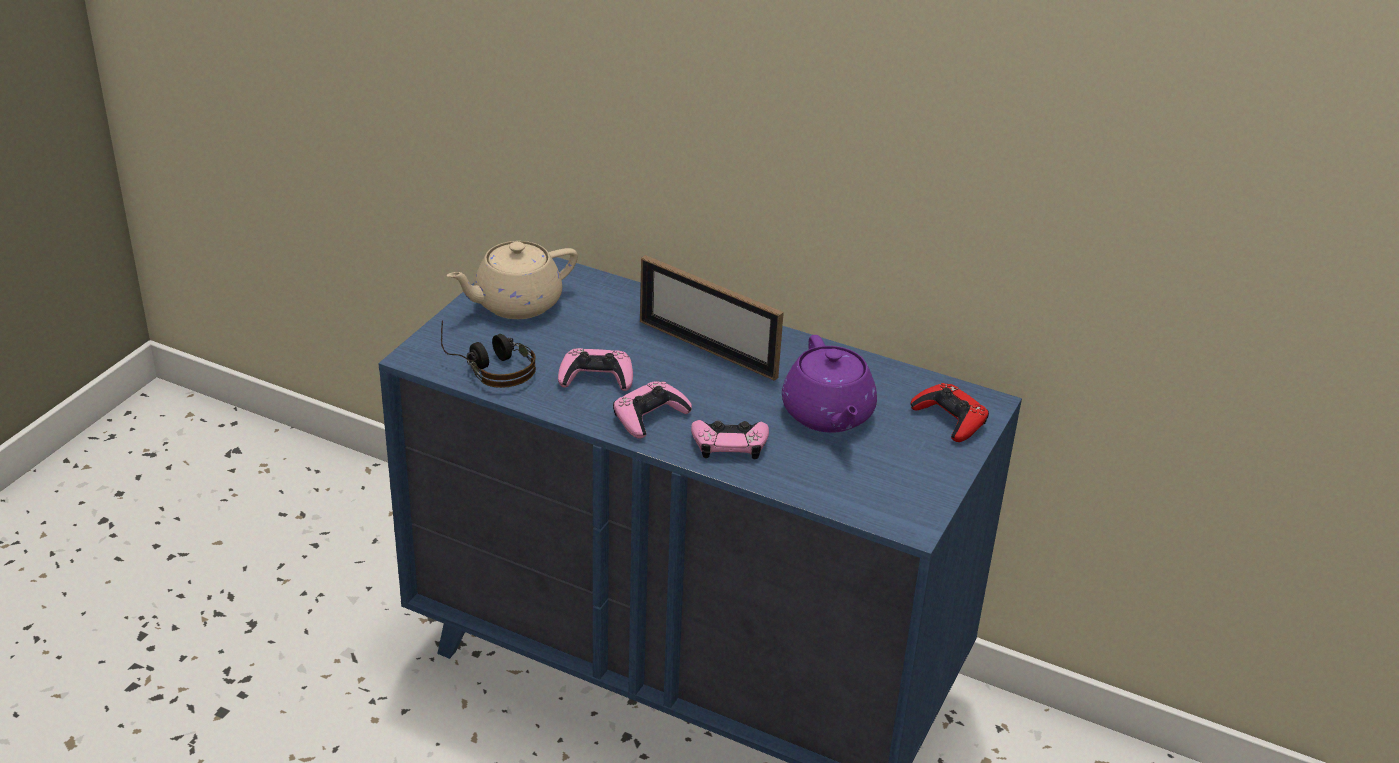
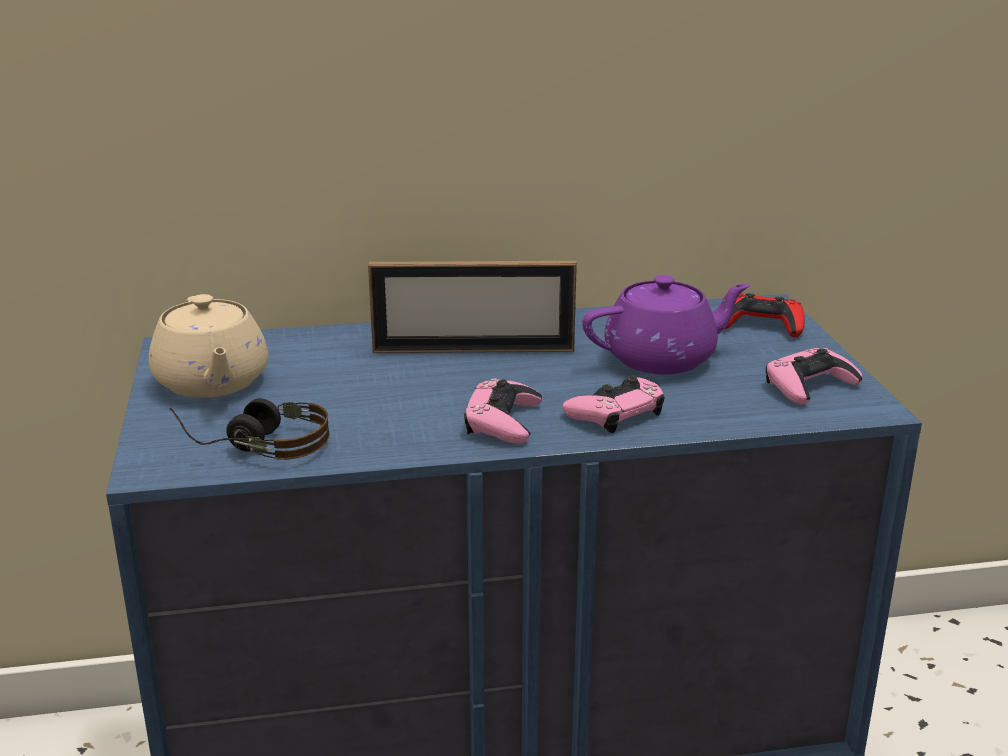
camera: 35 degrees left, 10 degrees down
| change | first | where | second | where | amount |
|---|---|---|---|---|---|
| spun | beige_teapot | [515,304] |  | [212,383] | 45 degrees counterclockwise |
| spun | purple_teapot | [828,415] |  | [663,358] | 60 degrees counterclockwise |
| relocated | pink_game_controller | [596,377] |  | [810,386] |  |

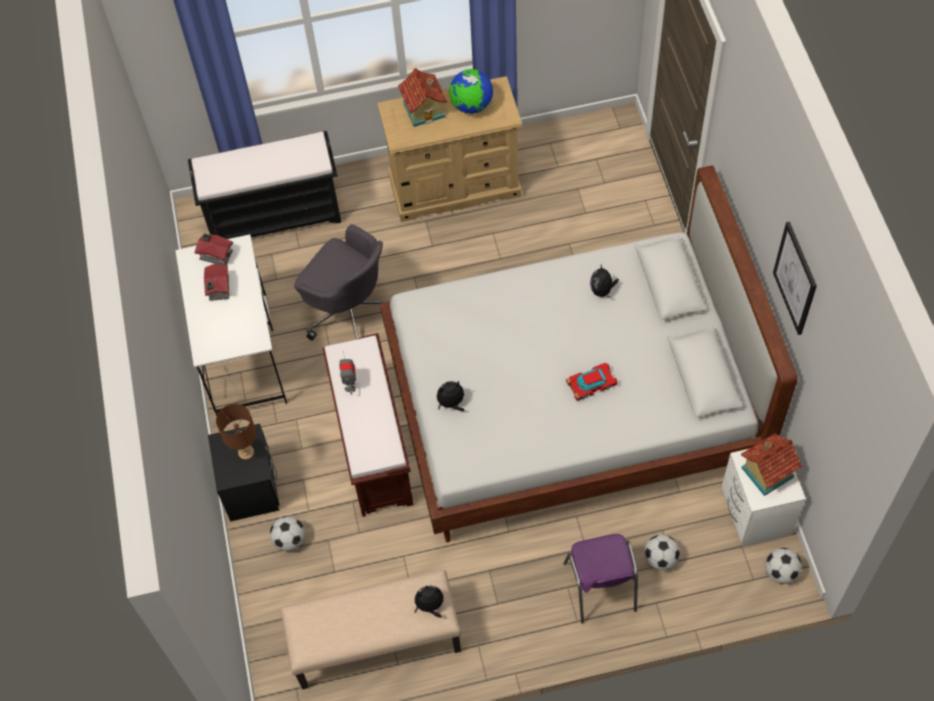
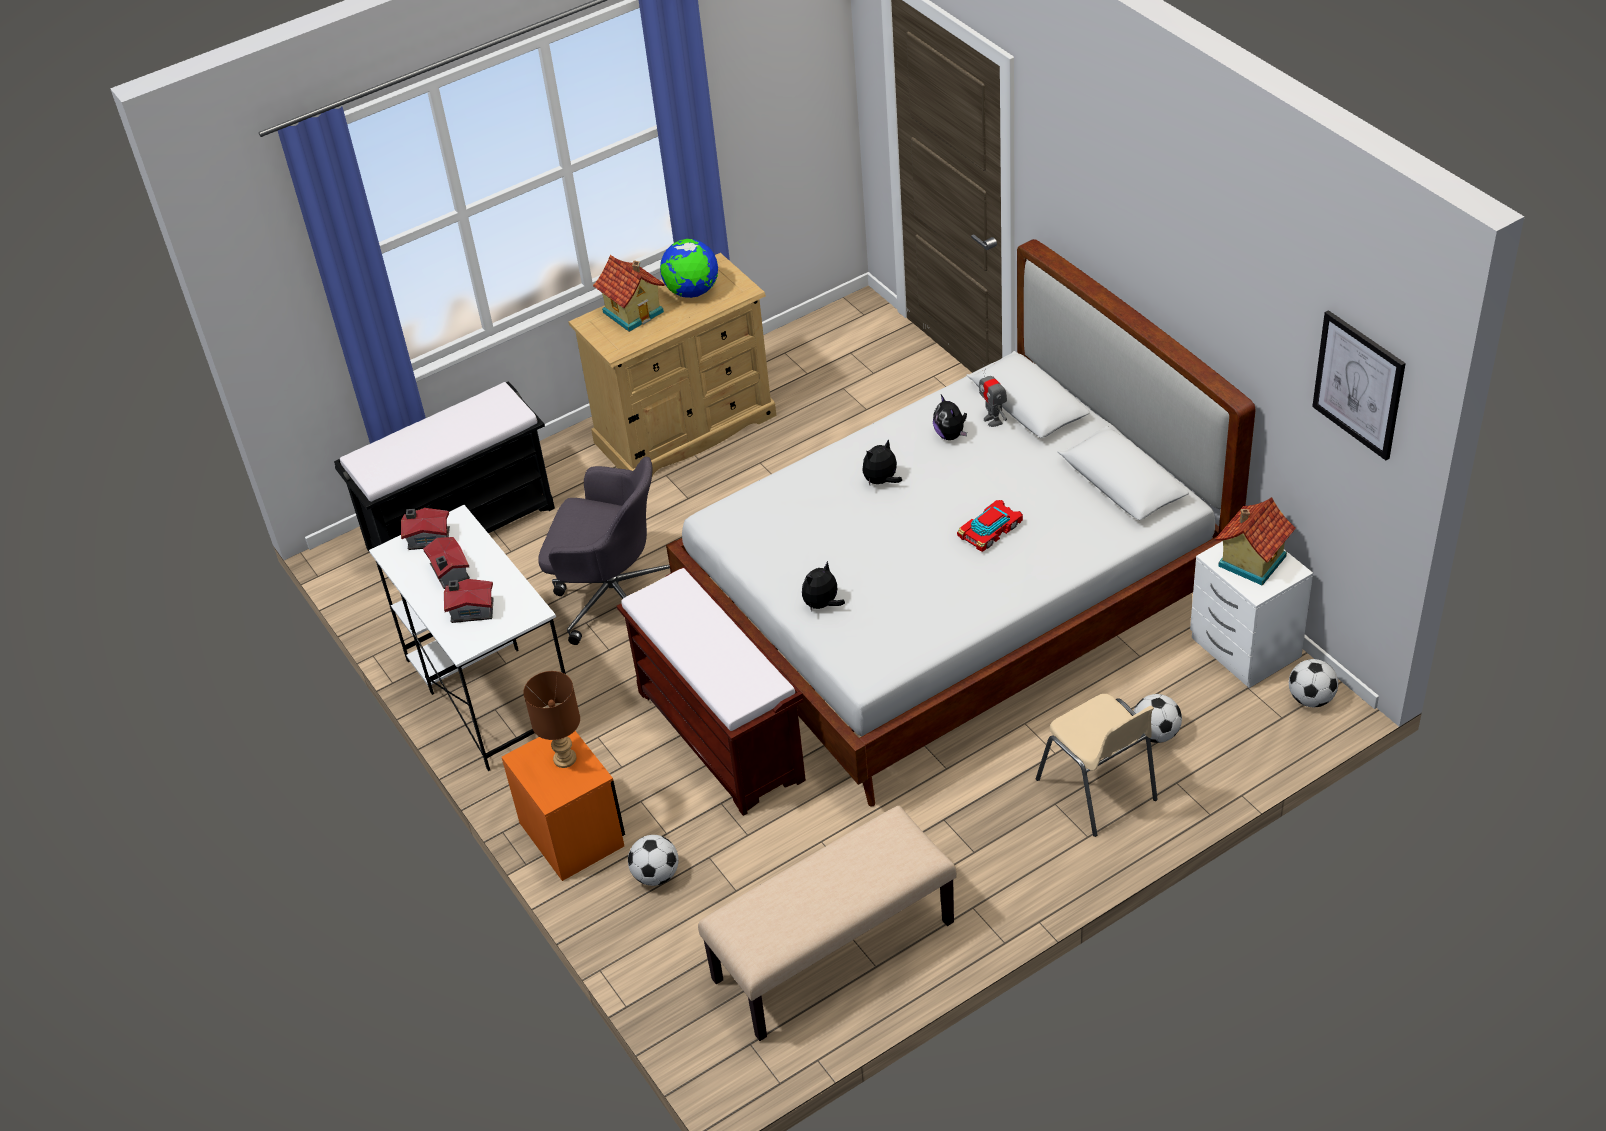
camera: 20 degrees left, 15 degrees down
| change | first | where | second | where | amount |
|---|---|---|---|---|---|
| appeared |  |  | toy_house | [471,610] |  |
| colour | black_nightstand | [250,488] | orange_nightstand | [572,834] |  |
| relocated | plush_toy | [430,606] |  | [881,481] |  |
| relocated | toy_robot | [350,385] |  | [993,420] |  |
| colour | purple_chair | [600,589] | beige_chair | [1098,791] |  |
| relocated | picture | [795,278] |  | [1359,384] |  |

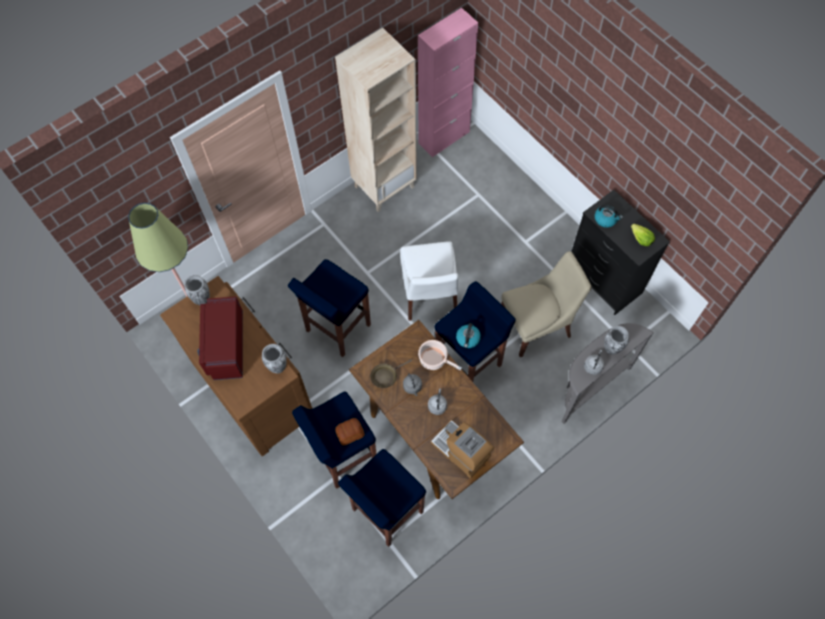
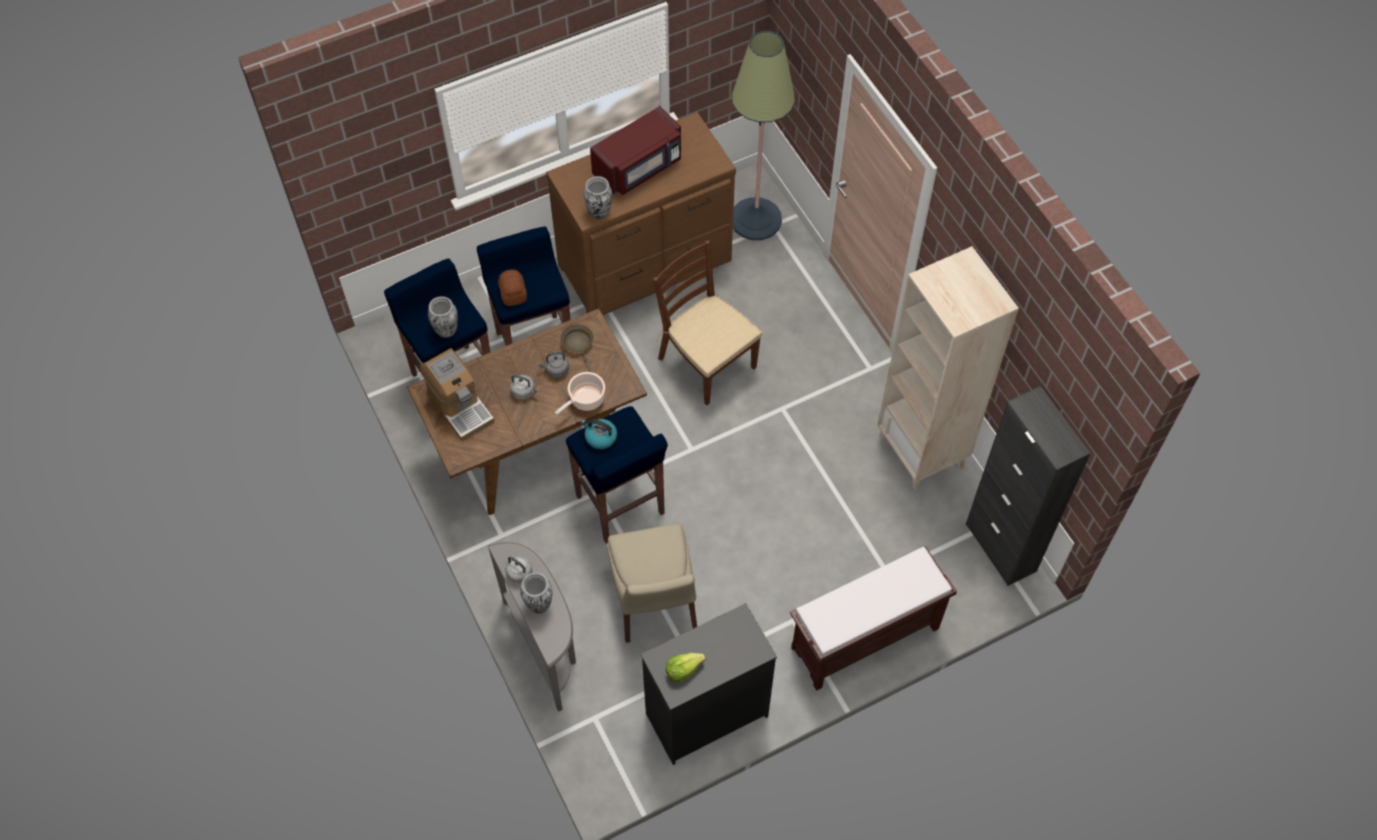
camera: 100 degrees right, 5 degrees down
| change | first | where | second | where | amount |
|---|---|---|---|---|---|
| spun | coffee_machine | [461,450] |  | [460,406] | 90 degrees clockwise |
| relocated | vase | [202,299] |  | [446,331] |  |
| spun | red_microwave | [225,346] |  | [639,167] | 135 degrees clockwise |
| exchanged | blue_stool | [337,328] | brown_chair | [706,362] |  |
| appeared |  |  | brown_bench | [864,639] |  |
| colour | pink_cabinet | [444,137] | black_cabinet | [1000,547] |  |
| missing | white_chair | [429,296] |  |  |  |
| missing | kettle | [606,219] |  |  |  |

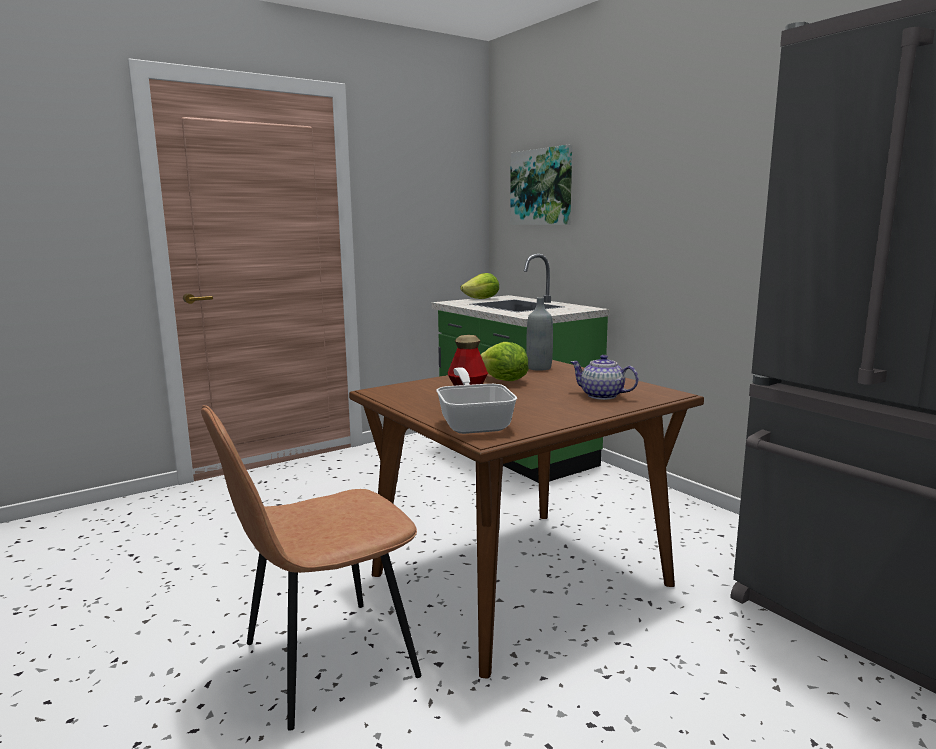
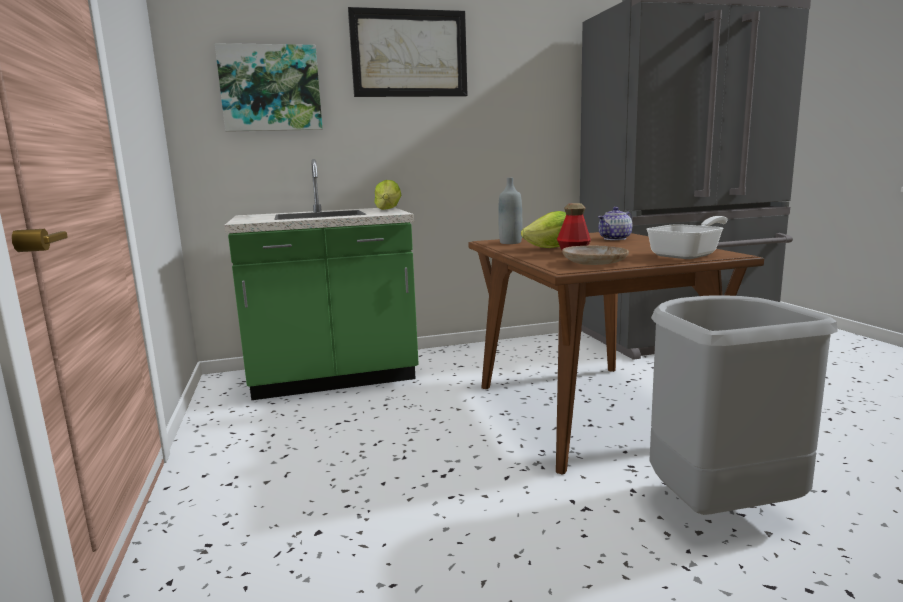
camera: 70 degrees left, 0 degrees up
| change | first | where | second | where | amount |
|---|---|---|---|---|---|
| appeared |  |  | picture | [409,54] |  |
| relocated | lettuce | [482,299] |  | [388,209] |  |
| appeared |  |  | beige_plate | [594,262] |  |
| spun | frying_pan | [474,423] |  | [689,255] | 135 degrees clockwise |
| exchanged | brown_chair | [325,661] | grey_trash_can | [718,509] |  |

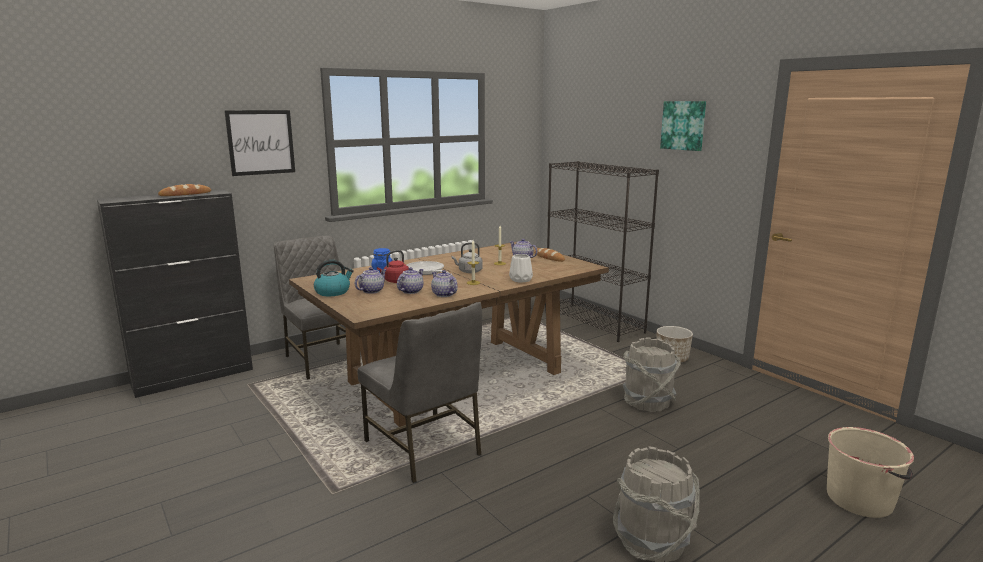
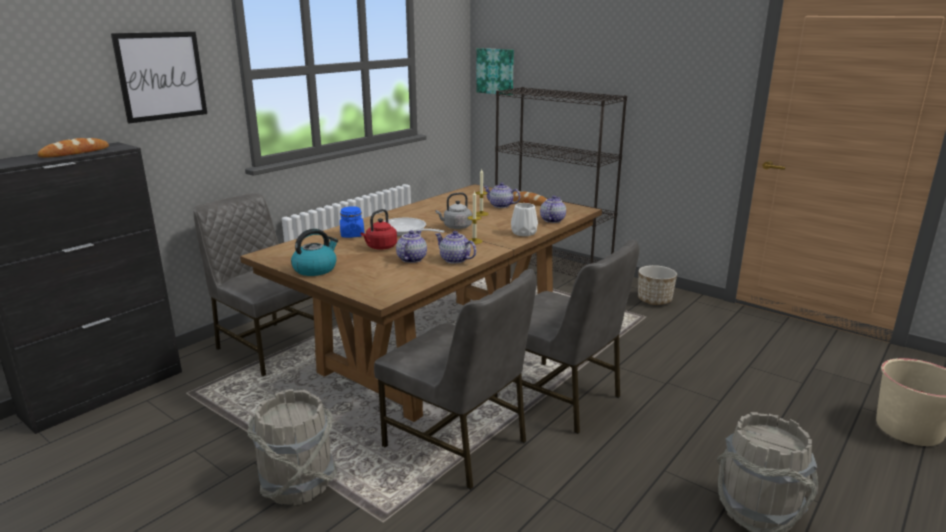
camera: 15 degrees left, 5 degrees up
| change | first | where | second | where | amount |
|---|---|---|---|---|---|
| relocated | grey_bucket | [648,402] |  | [297,484] |  |
| relocated | picture | [684,125] |  | [496,71] |  |
| appeared |  |  | grey_chair | [559,398] |  |
| relocated | teapot | [371,291] |  | [552,220] |  |

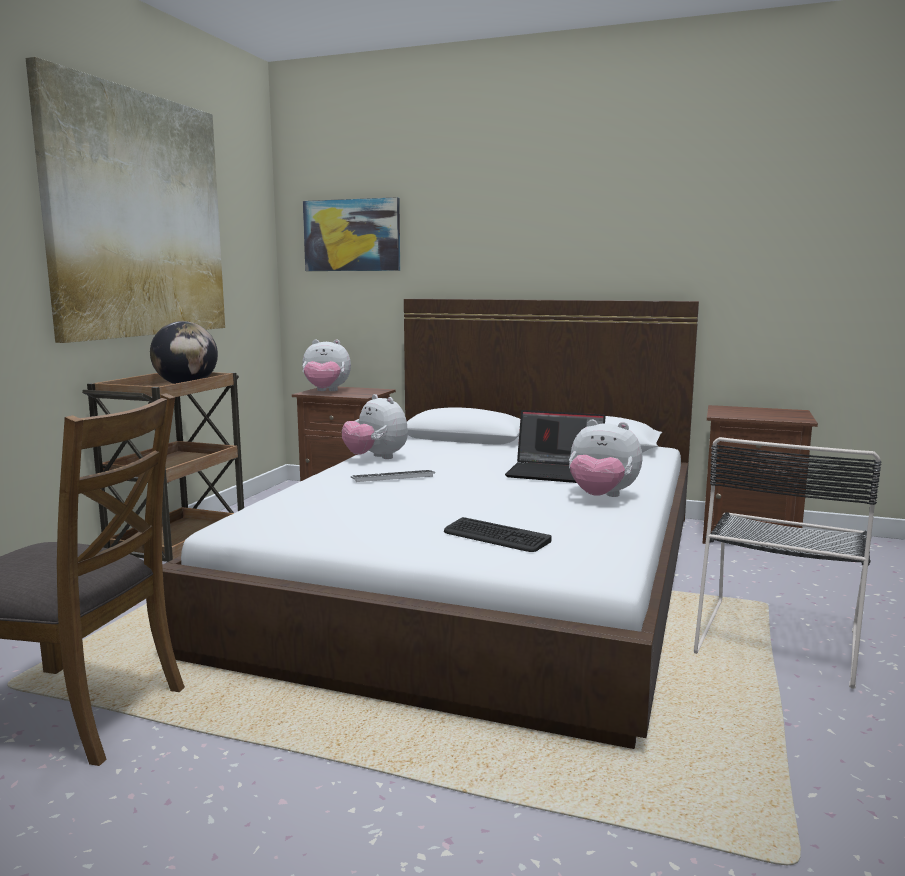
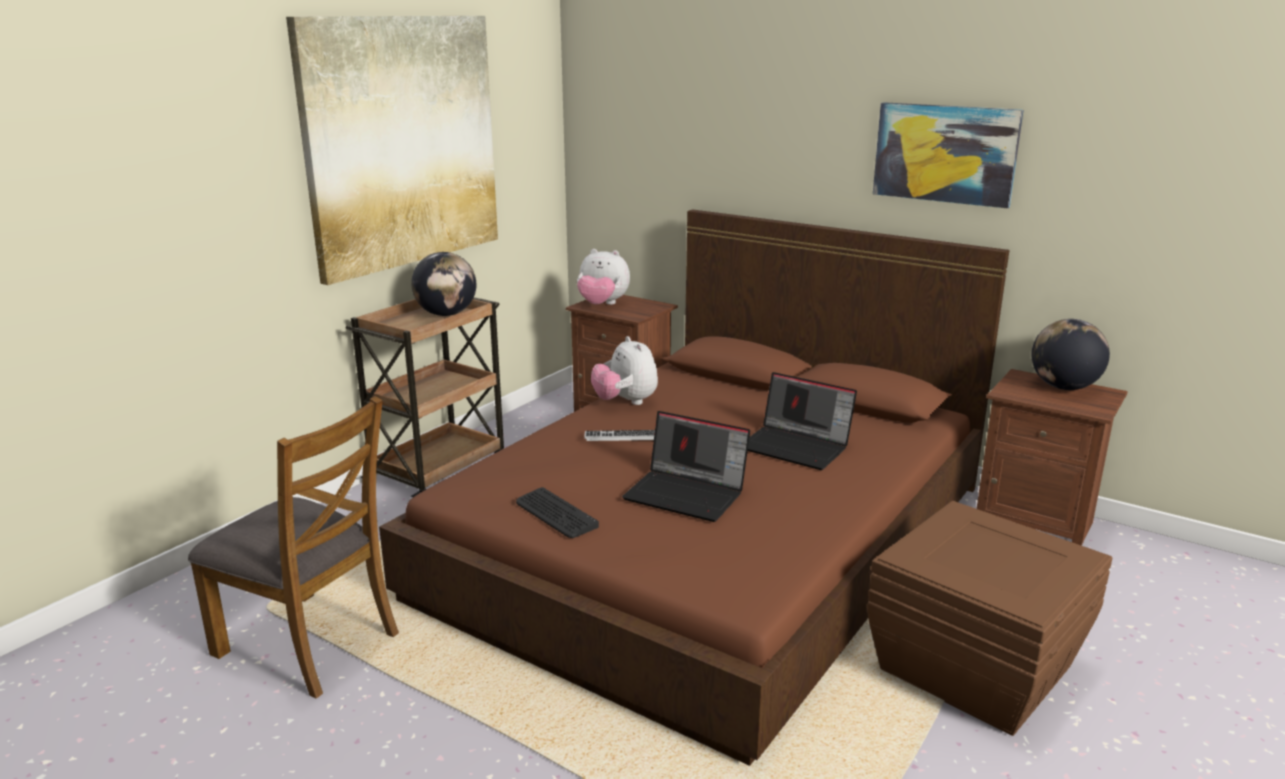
camera: 15 degrees right, 10 degrees up
| change | first | where | second | where | amount |
|---|---|---|---|---|---|
| colour | white_bed | [483,574] | brown_bed | [713,539] |  |
| relocated | keyboard | [495,537] |  | [555,514] |  |
| appeared |  |  | laptop | [687,494] |  |
| exchanged | black_chair | [779,638] | brown_storage_box | [974,666] |  |
| relocated | picture | [352,235] |  | [945,153] |  |
| appeared |  |  | globe | [1063,387] |  |
| missing | plush_toy | [601,497] |  |  |  |

